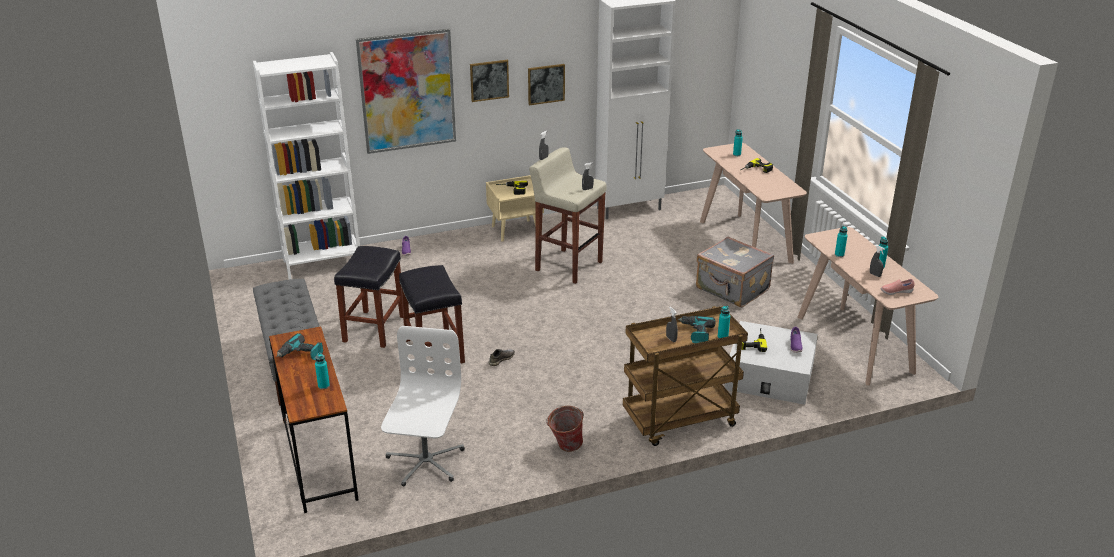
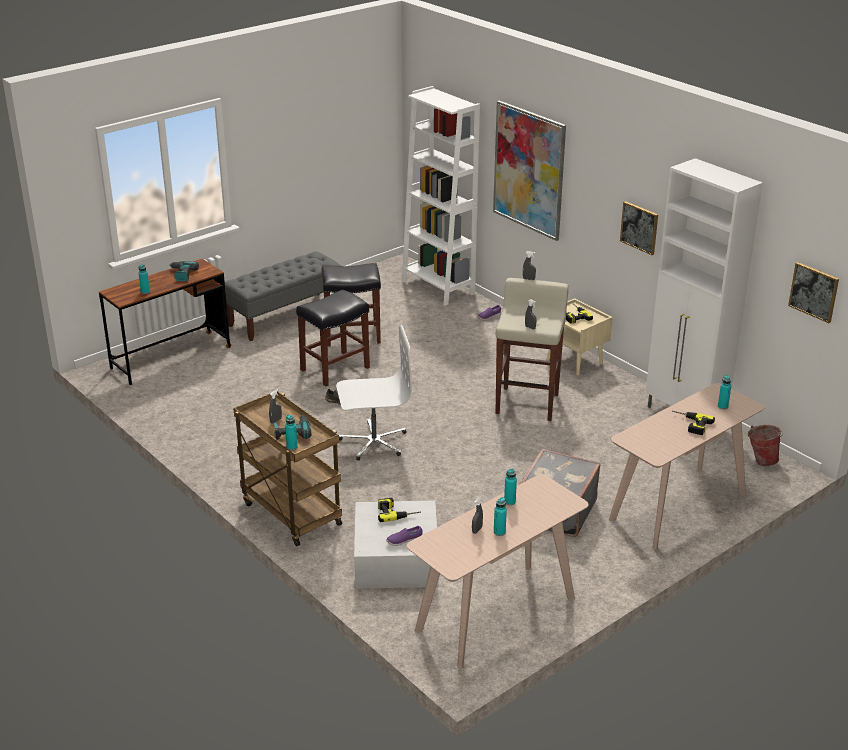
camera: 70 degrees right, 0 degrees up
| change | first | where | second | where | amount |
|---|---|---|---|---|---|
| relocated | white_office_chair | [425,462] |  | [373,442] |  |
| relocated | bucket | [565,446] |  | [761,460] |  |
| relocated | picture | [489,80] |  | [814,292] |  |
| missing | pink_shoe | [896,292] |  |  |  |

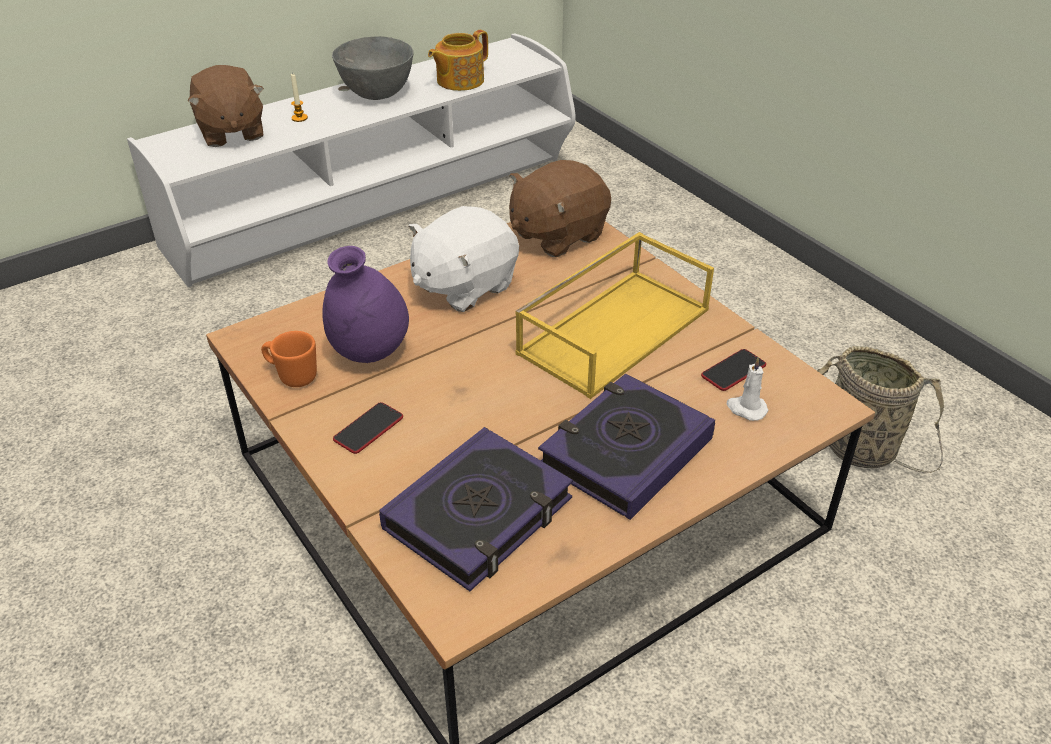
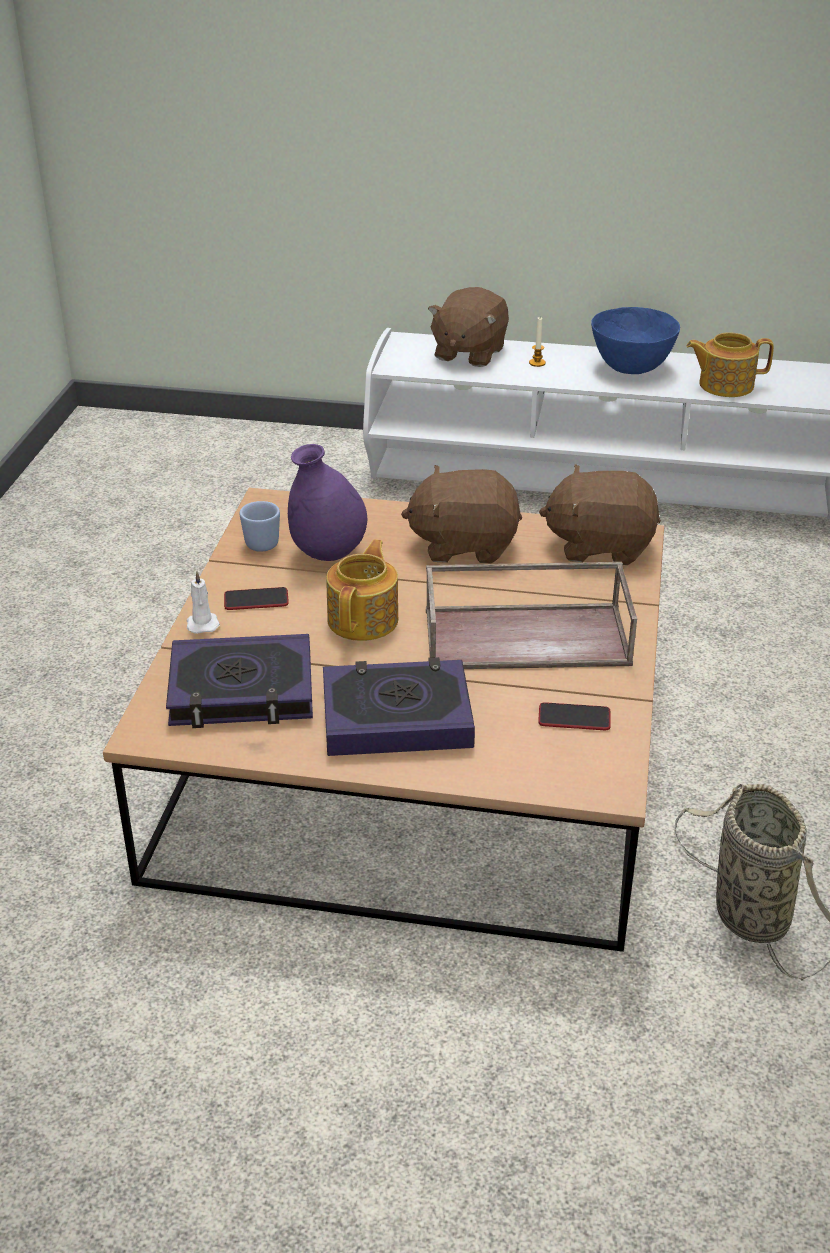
camera: 45 degrees right, 5 degrees down
| change | first | where | second | where | amount |
|---|---|---|---|---|---|
| relocated | white_candle | [746,408] |  | [202,623] |  |
| colour | orange_mug | [292,376] | blue_mug | [260,541] |  |
| appeared |  |  | teapot | [364,619] |  |
| colour | white_plush_toy | [463,286] | brown_plush_toy | [464,545] |  |
| colour | yellow_tray | [614,329] | brown_tray | [528,636] |  |
| colour | grey_bowl | [377,94] | blue_bowl | [631,369] |  |

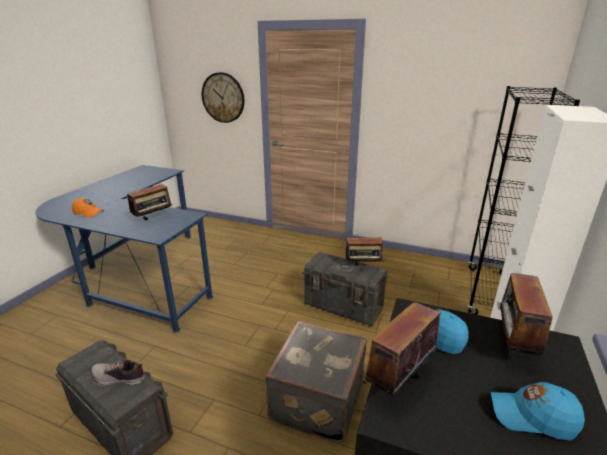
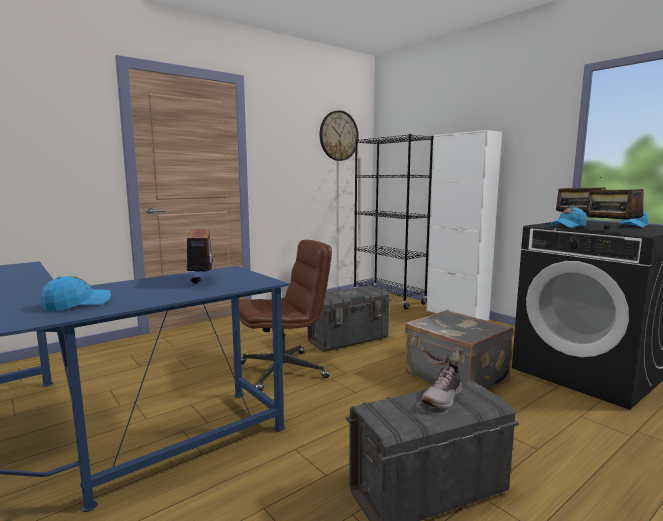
camera: 60 degrees left, 15 degrees down
| change | first | where | second | where | amount |
|---|---|---|---|---|---|
| colour | orange_cap | [88,213] | blue_cap | [77,304] |  |
| appeared |  |  | brown_office_chair | [283,370] |  |
| relocated | wall_clock | [223,97] |  | [338,136] |  |
| missing | radio | [363,267] |  |  |  |

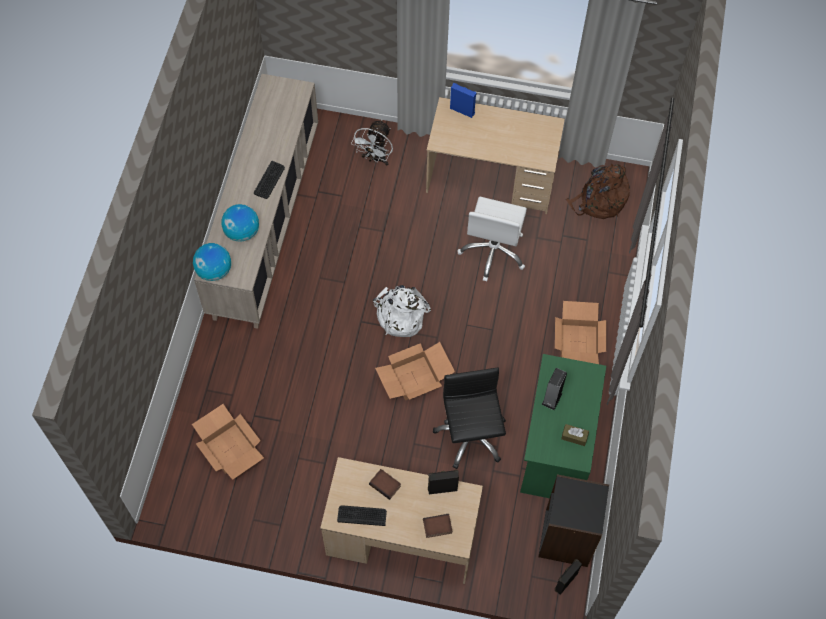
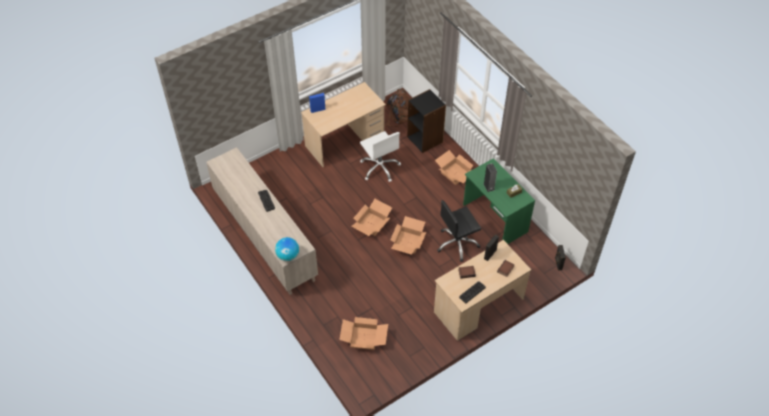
camera: 45 degrees left, 10 degrees down
| change | first | where | second | where | amount |
|---|---|---|---|---|---|
| exchanged | white_backpack | [400,315] | cardboard_box | [371,223] |  |
| relocated | black_bookcase | [567,538] |  | [425,139] |  |
| spun | black_office_chair | [470,436] |  | [457,244] | 60 degrees counterclockwise |
| missing | globe | [242,232] |  |  |  |
| missing | white_fan | [375,158] |  |  |  |

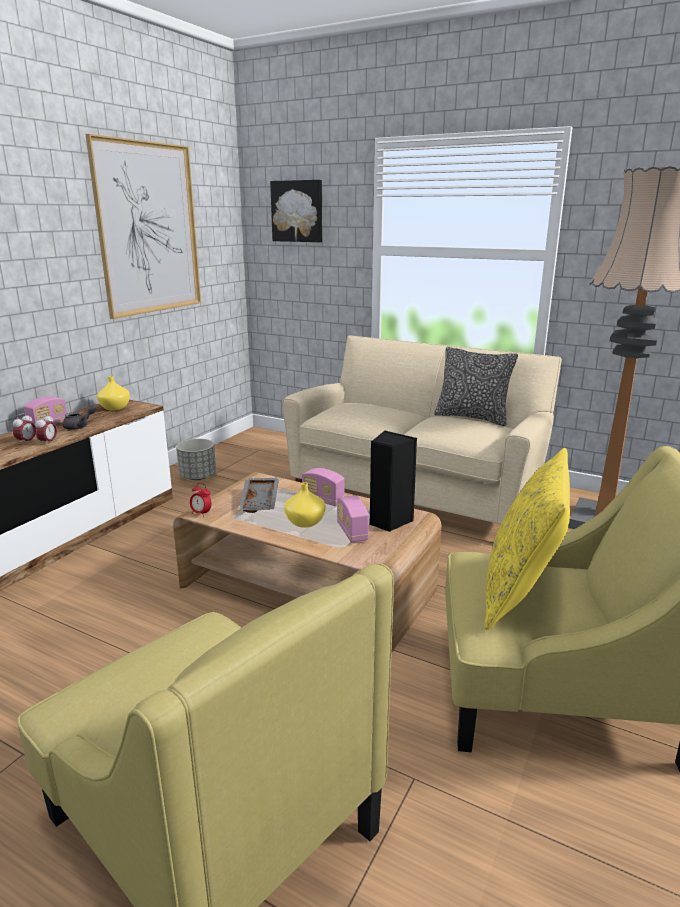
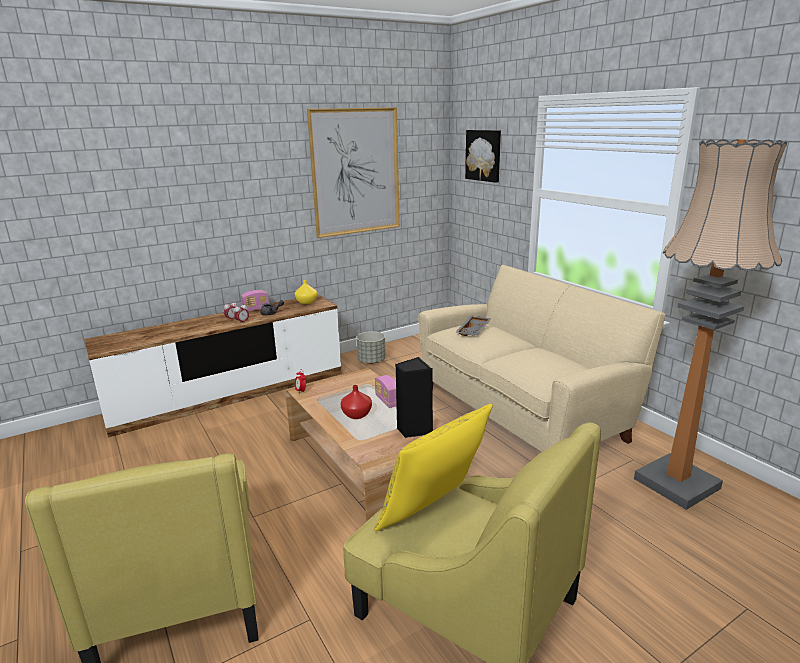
camera: 30 degrees right, 0 degrees up
| change | first | where | second | where | amount |
|---|---|---|---|---|---|
| colour | yellow_vase | [305,523] | red_vase | [356,415] |  |
| relocated | grey_tray | [261,501] |  | [474,331] |  |
| missing | radio | [352,532] |  |  |  |
| missing | pillow | [472,417] |  |  |  |

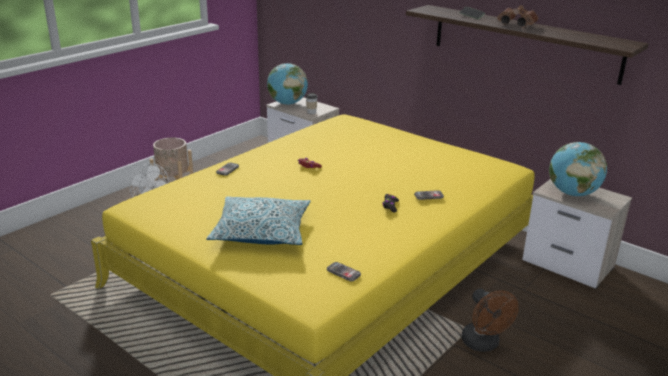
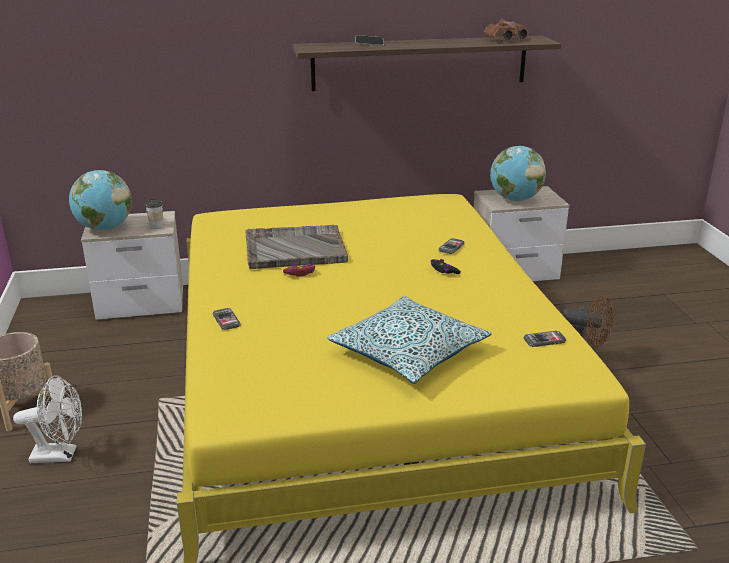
camera: 50 degrees left, 0 degrees up
| change | first | where | second | where | amount |
|---|---|---|---|---|---|
| appeared |  |  | grey_tray | [294,249] |  |
| relocated | brown_binoculars | [514,25] |  | [505,40] |  |

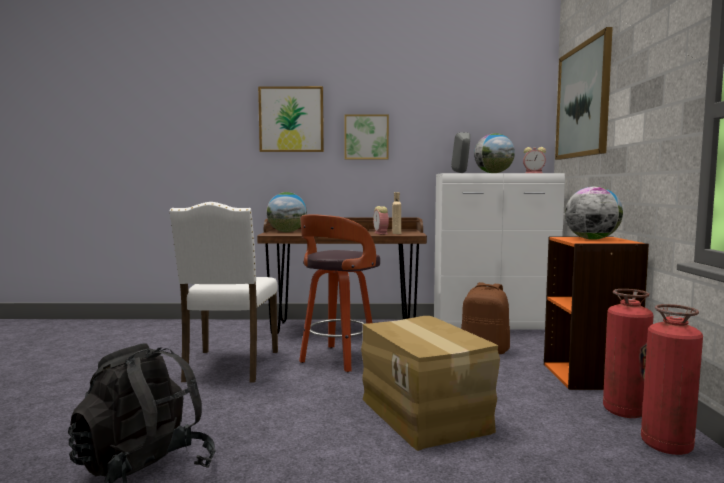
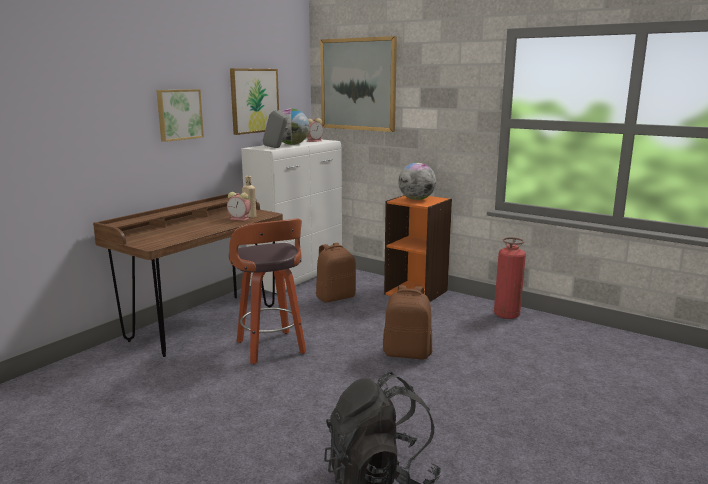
camera: 55 degrees left, 10 degrees up
| change | first | where | second | where | amount |
|---|---|---|---|---|---|
| relocated | picture | [291,119] |  | [254,100] |  |
| exchanged | cardboard_box | [425,414] | brown_backpack | [407,353] |  |
| missing | white_chair | [229,366] |  |  |  |
| missing | globe | [287,232] |  |  |  |
| missing | fire_extinguisher | [624,411] |  |  |  |

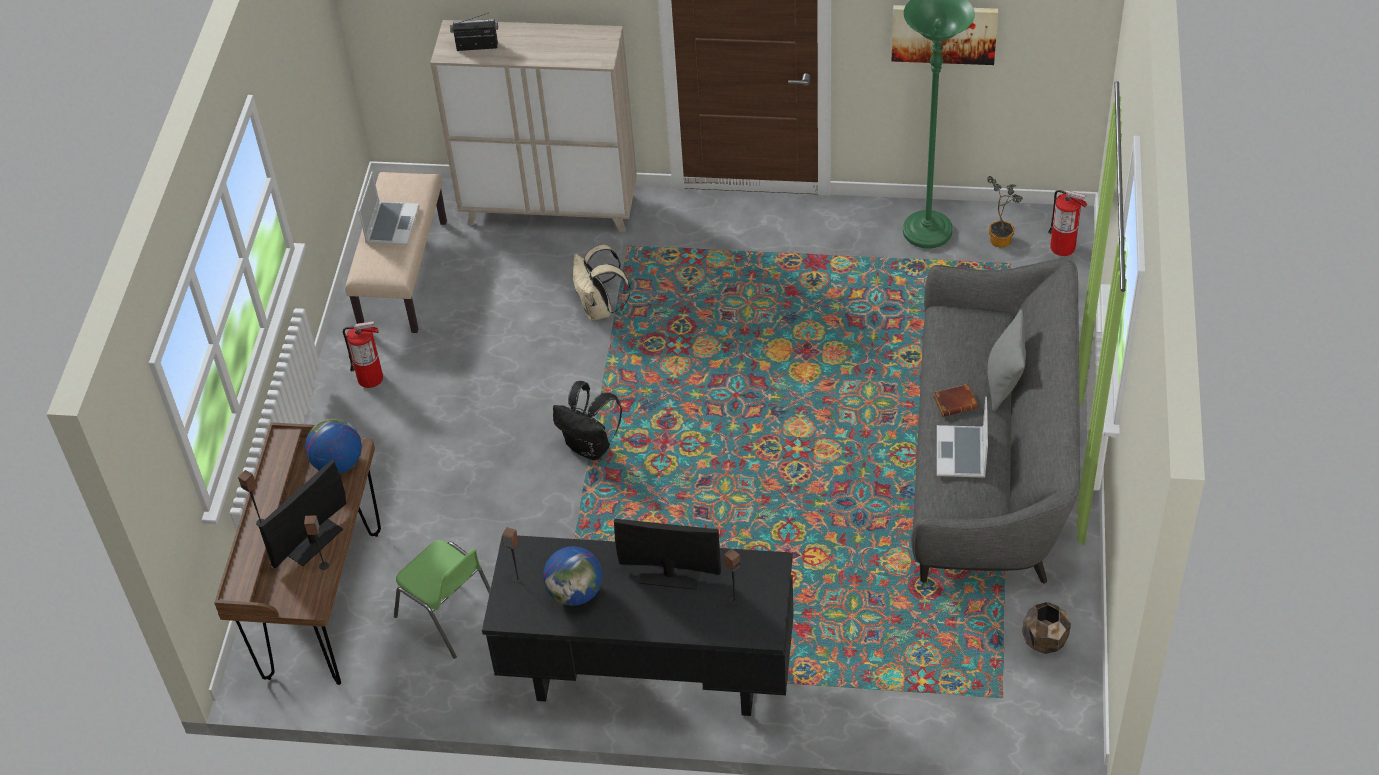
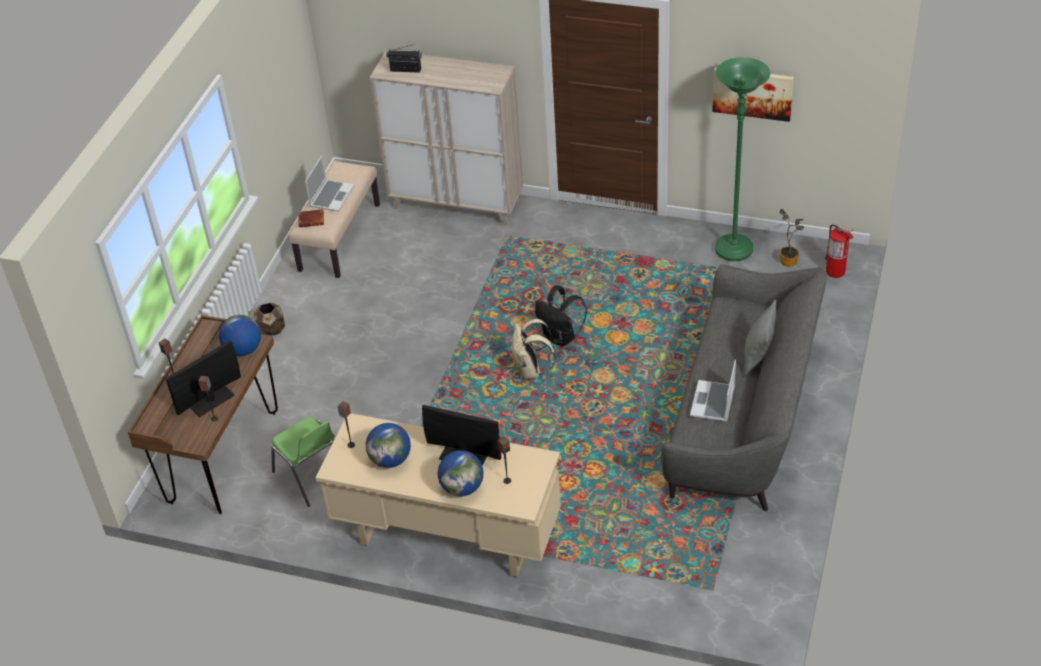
camera: 10 degrees right, 5 degrees down
| change | first | where | second | where | amount |
|---|---|---|---|---|---|
| relocated | brown_planter | [1044,641] |  | [271,330] |  |
| relocated | brown_book | [955,402] |  | [312,220] |  |
| colour | black_desk | [647,675] | beige_desk | [447,537] |  |
| appeared |  |  | globe | [462,488] |  |
| relocated | beige_backpack | [599,309] |  | [531,371] |  |
| relocated | black_backpack | [591,447] |  | [561,337] |  |
| missing | fire_extinguisher | [370,378] |  |  |  |

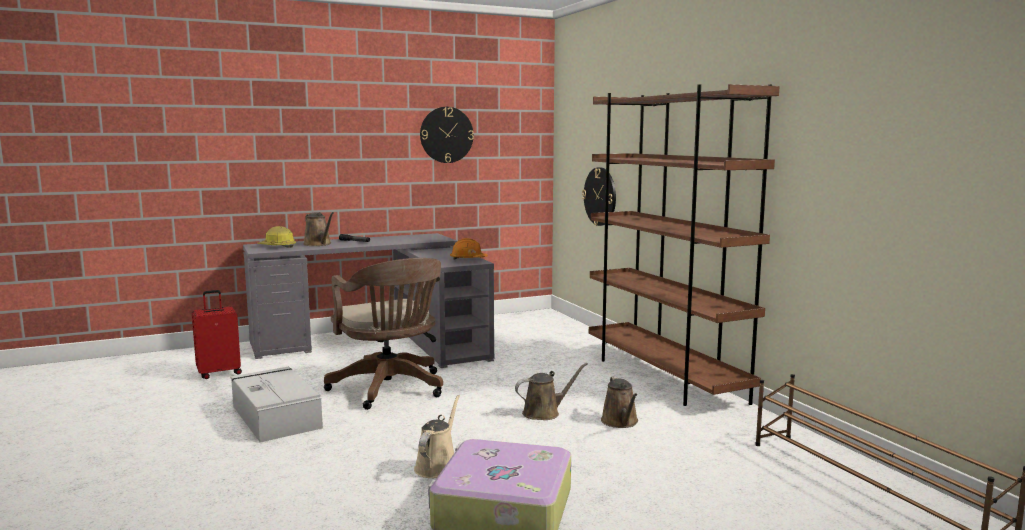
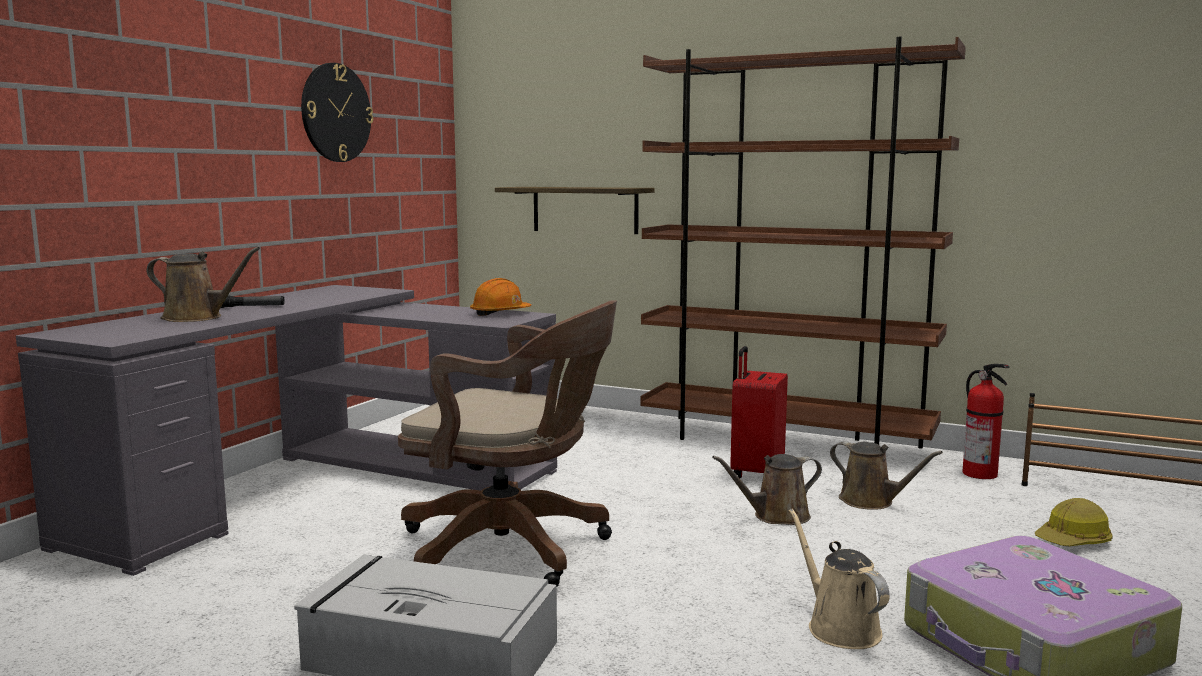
camera: 40 degrees left, 0 degrees up
| change | first | where | second | where | amount |
|---|---|---|---|---|---|
| exchanged | wall_clock | [600,196] | shelf | [585,209] |  |
| spun | brown_watering_can | [544,413] |  | [776,516] | 135 degrees counterclockwise |
| relocated | red_suitcase | [219,373] |  | [755,473] |  |
| appeared |  |  | fire_extinguisher | [981,474] |  |
| relocated | hard_hat | [277,246] |  | [1073,541] |  |

